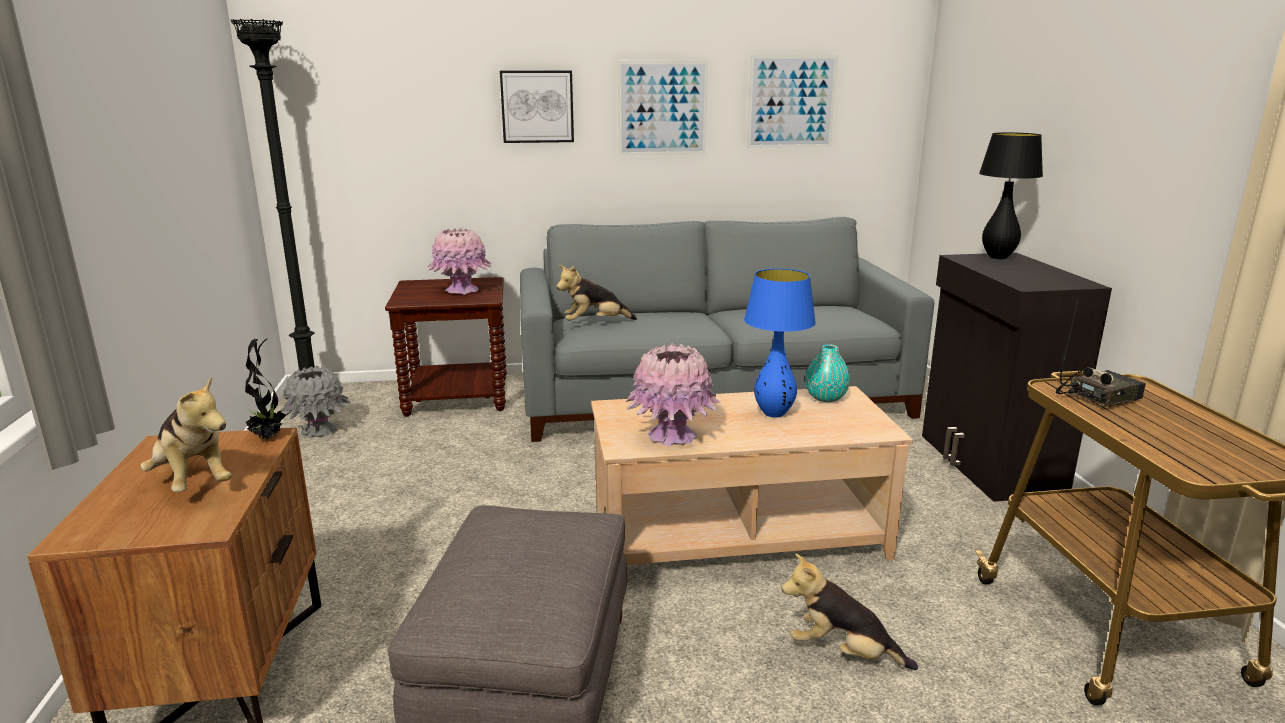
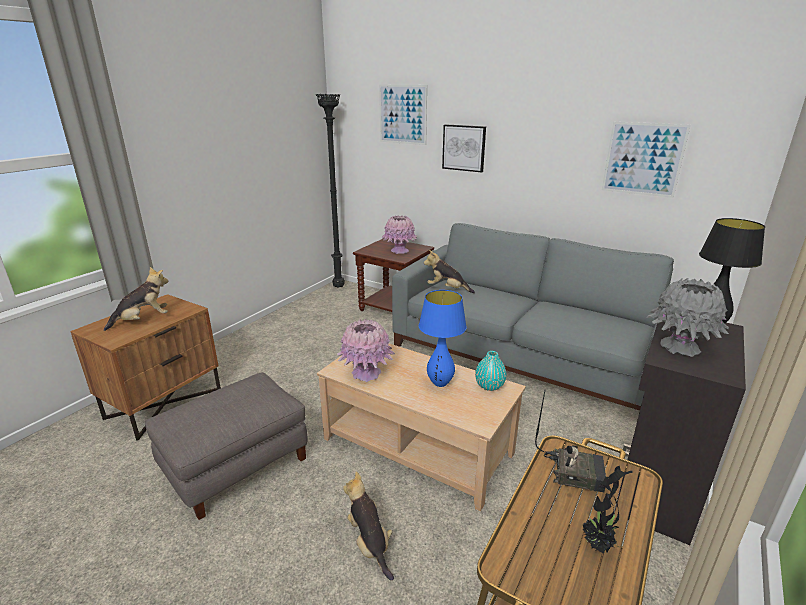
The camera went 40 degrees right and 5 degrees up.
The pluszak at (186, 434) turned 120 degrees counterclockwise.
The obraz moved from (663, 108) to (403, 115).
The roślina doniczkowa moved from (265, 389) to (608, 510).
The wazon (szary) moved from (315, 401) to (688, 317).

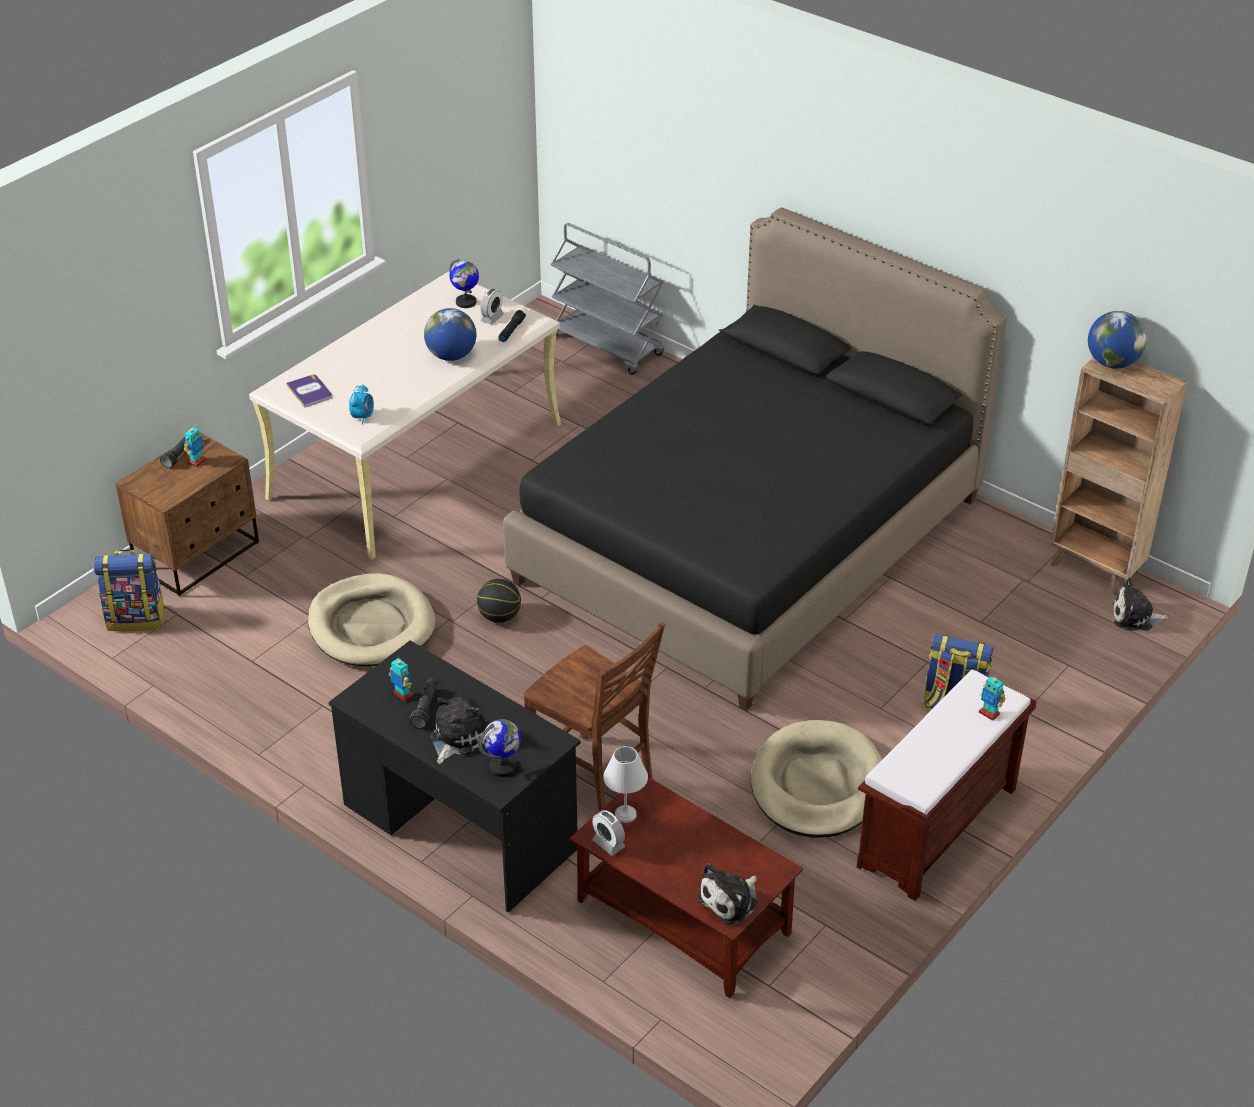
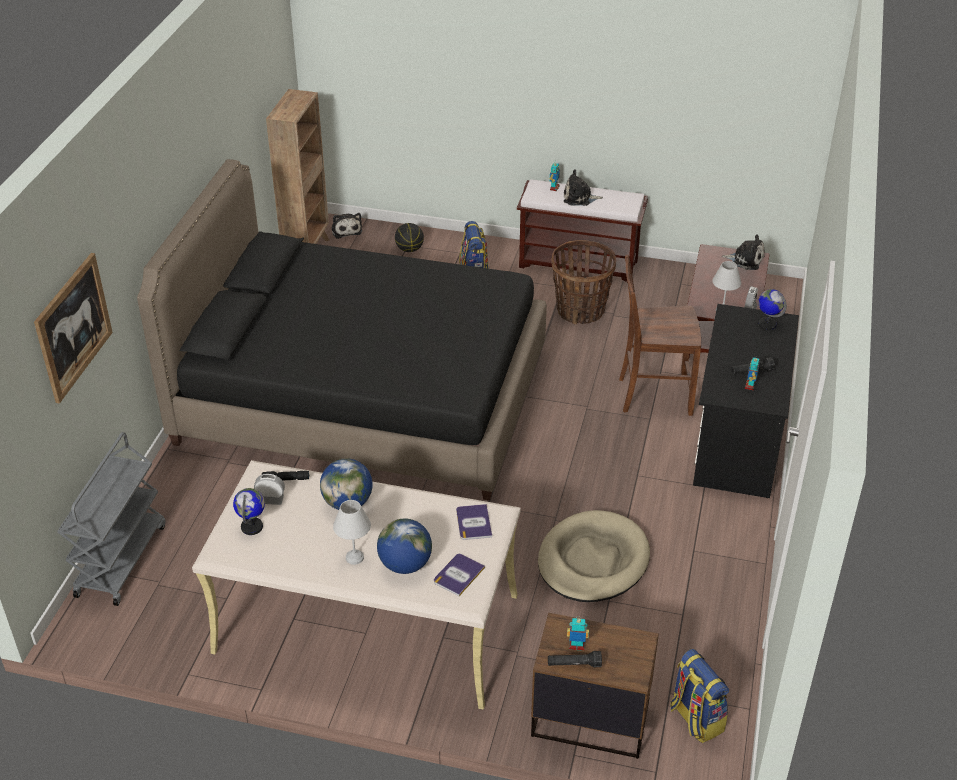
The camera went 115 degrees left and 0 degrees up.
The obraz at (73, 328) appeared.
The lampa stołowa (biały) at (352, 532) appeared.
The globus moved from (1117, 340) to (404, 546).
The piłka do koszykówki moved from (499, 601) to (409, 237).
The budzik at (361, 404) was replaced by the książka at (474, 522).
The legowisko (beżowy) at (816, 779) was replaced by the koszyk at (583, 282).
The pluszak moved from (458, 730) to (583, 187).
The krzesło (brązowy) at (594, 716) turned 105 degrees counterclockwise.

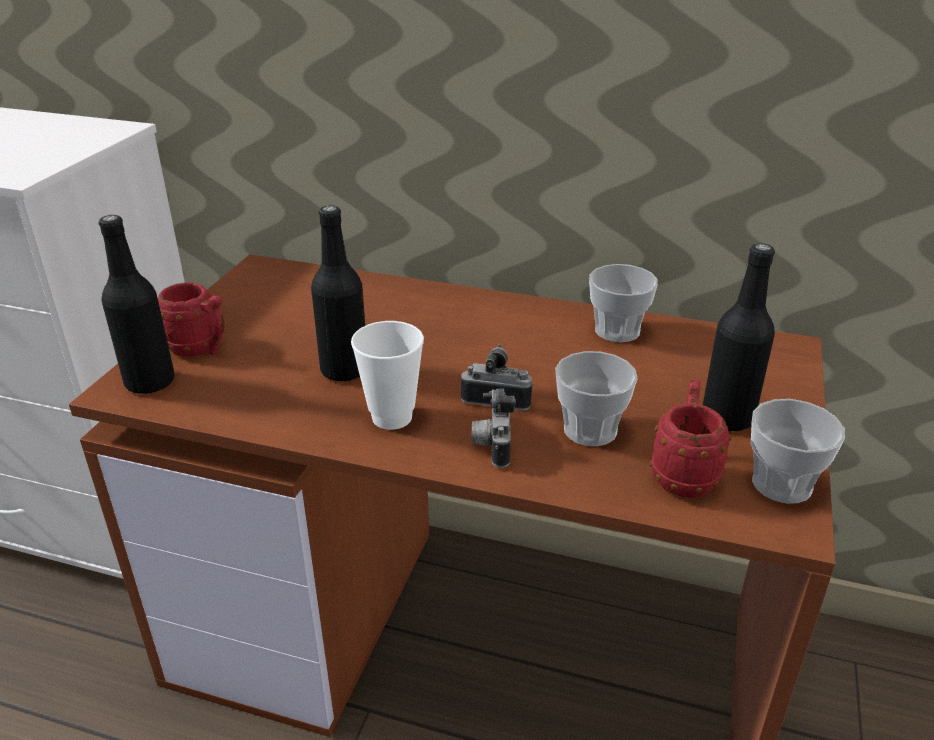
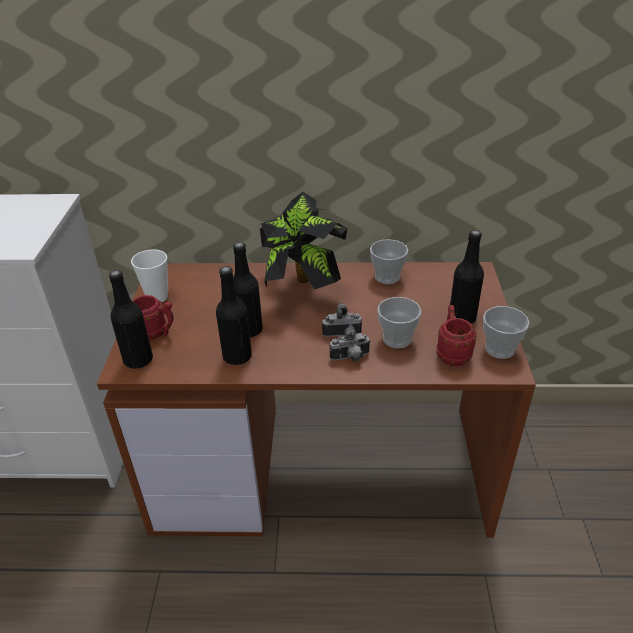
The camera went 15 degrees left and 5 degrees up.
The filiżanka moved from (387, 375) to (149, 275).
The butelka (czarny) at (234, 315) appeared.
The roślina doniczkowa at (303, 241) appeared.
The aparat fotograficzny at (493, 428) turned 90 degrees counterclockwise.

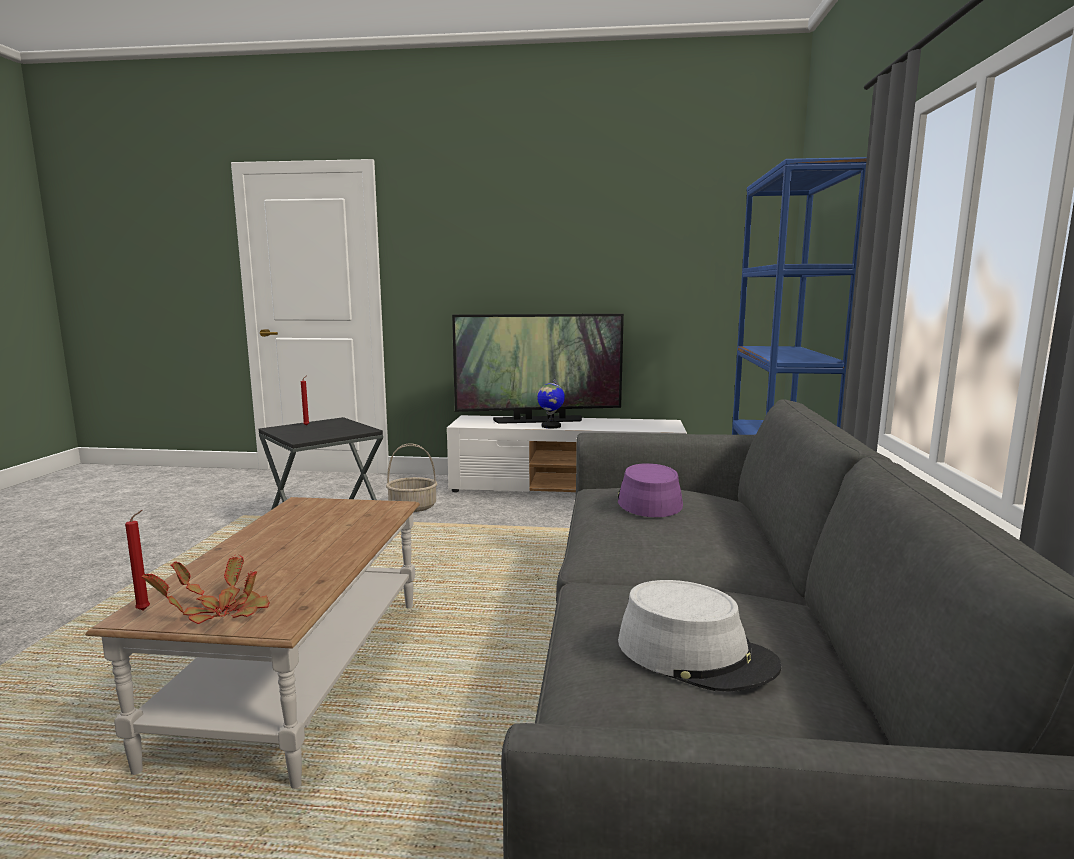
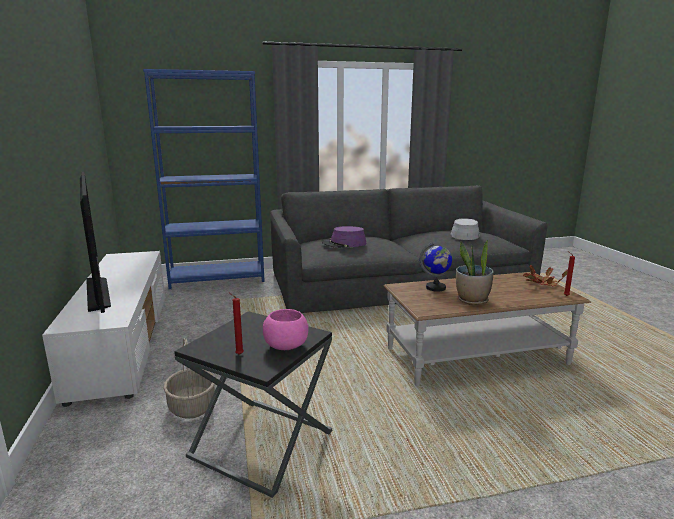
The camera went 110 degrees left and 5 degrees up.
The miska (różowy) at (286, 329) appeared.
The globus moved from (551, 404) to (435, 267).
The roślina doniczkowa at (474, 272) appeared.

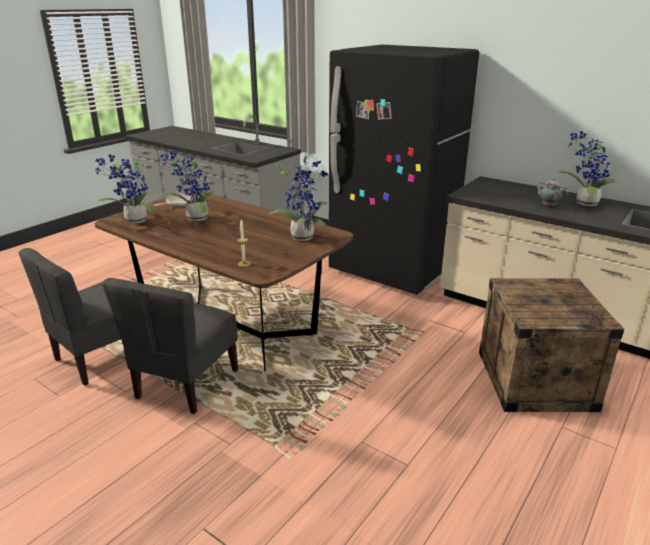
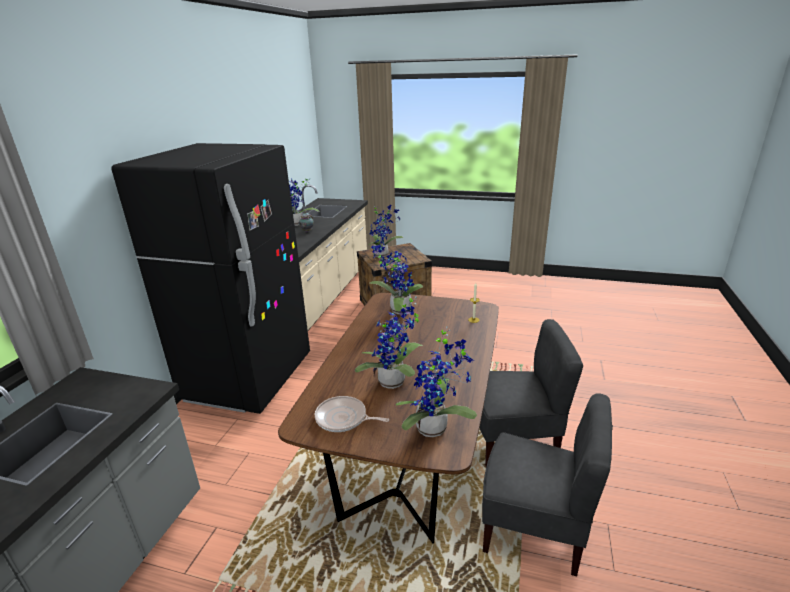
The camera went 110 degrees left and 0 degrees up.
The roślina doniczkowa at (385, 231) appeared.

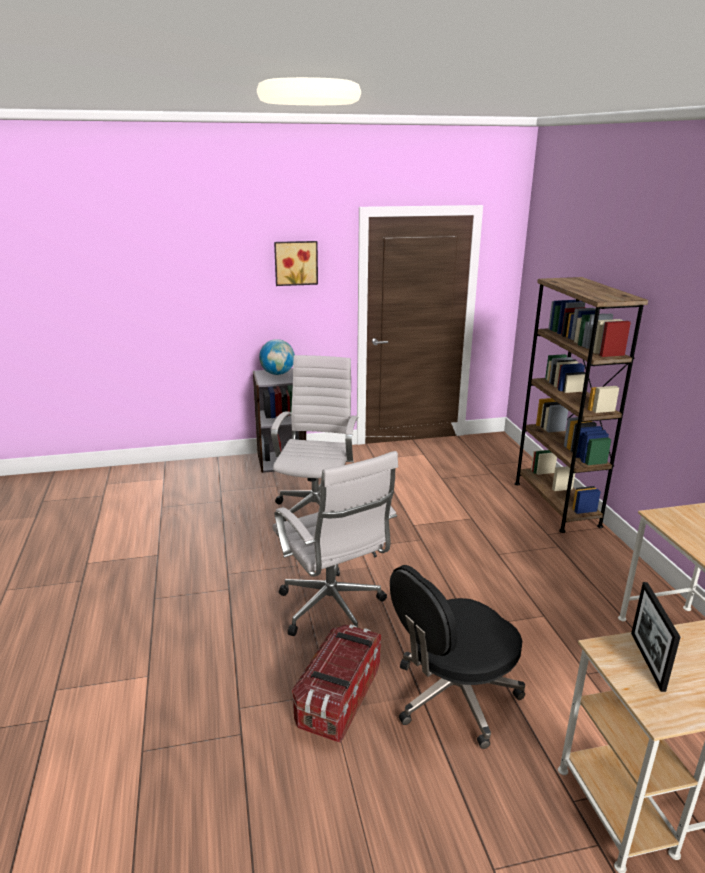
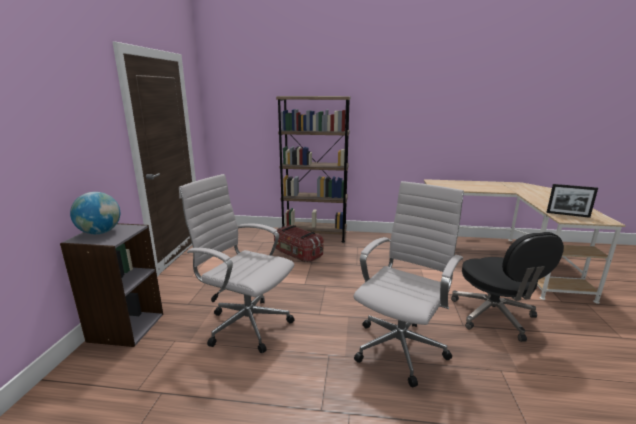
The camera went 70 degrees left and 5 degrees down.
The pojemnik do przechowywania moved from (336, 683) to (298, 243).
The krzesło biurowe (biały) at (335, 543) turned 45 degrees counterclockwise.
The obraz at (296, 263) disappeared.

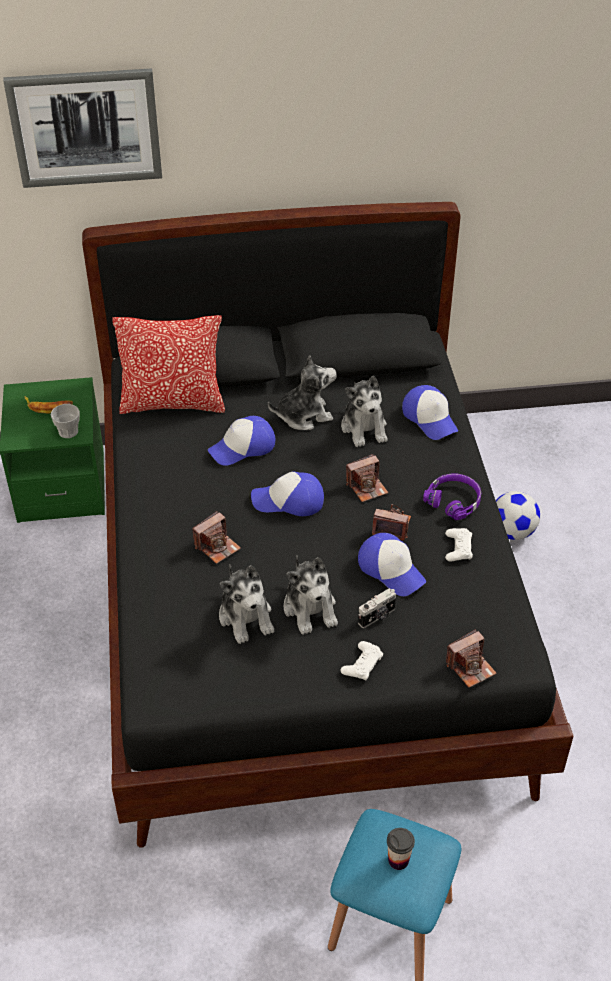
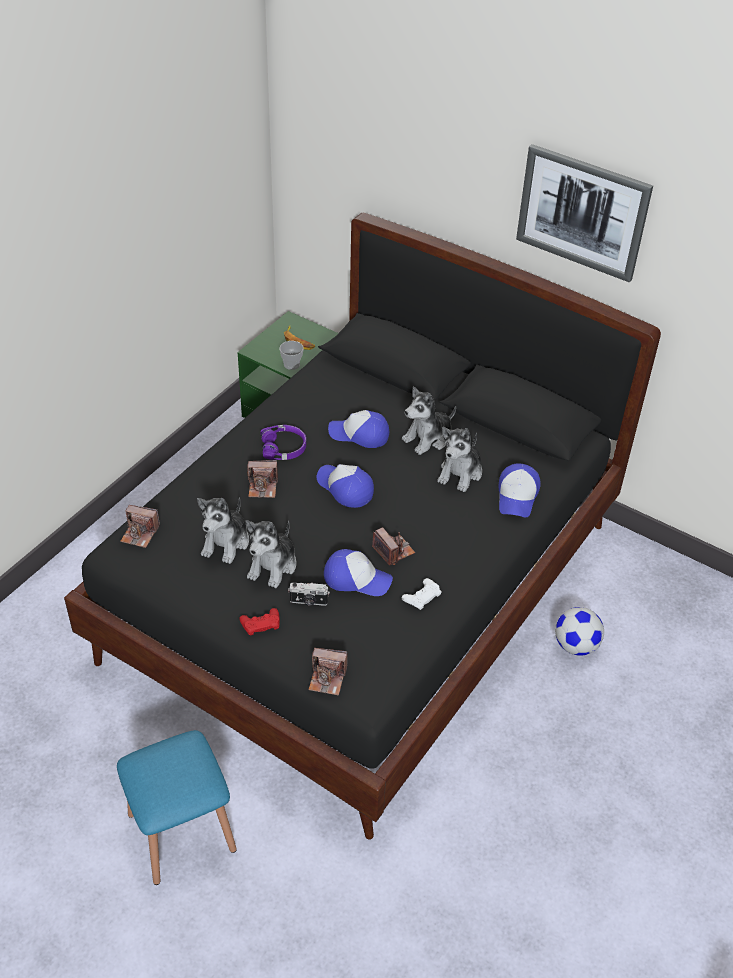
The camera went 40 degrees right and 0 degrees up.
The aparat fotograficzny moved from (367, 478) to (140, 526).
The pad do gier (biały) at (362, 660) became the pad do gier (czerwony) at (259, 621).
The słuchawki (fioletowy) moved from (452, 497) to (283, 442).
The czapka z daszkiem at (392, 564) turned 75 degrees counterclockwise.
The pluszak at (302, 393) turned 120 degrees clockwise.
The obraz moved from (82, 128) to (584, 213).
The poduszka at (168, 364) disappeared.
The filiżanka at (401, 849) disappeared.

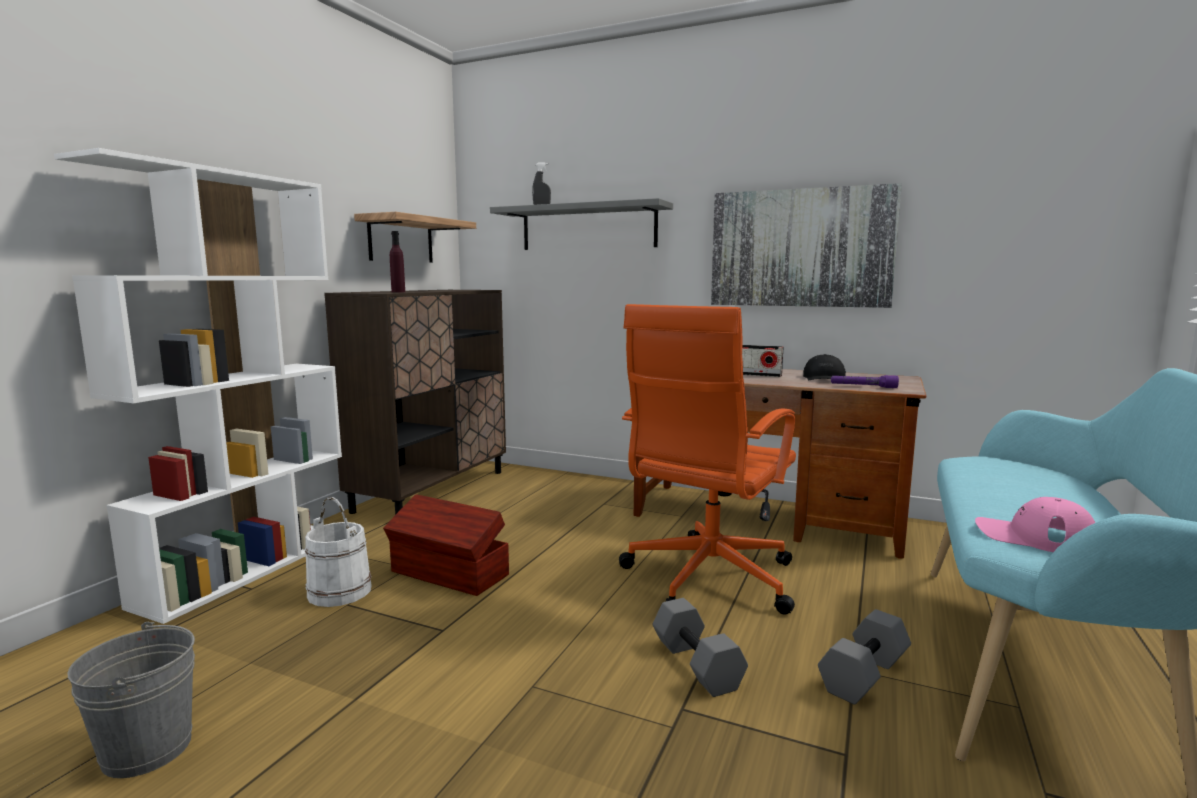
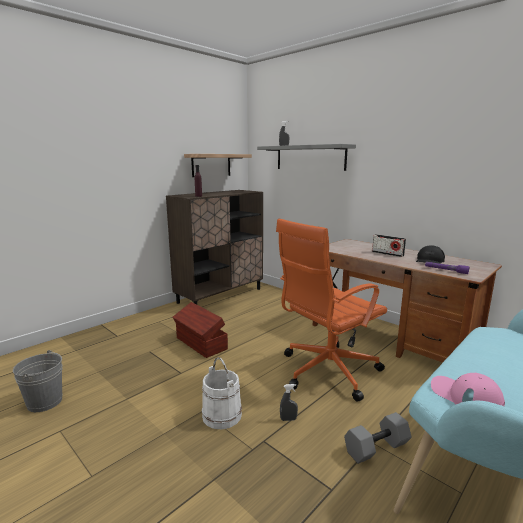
The camera went 20 degrees right and 5 degrees up.
The wiadro (biały) moved from (338, 552) to (222, 393).
The hantel (szary) at (700, 647) was replaced by the spryskiwacz (szary) at (289, 402).
The regał (biały) at (198, 386) disappeared.
The obraz at (806, 245) disappeared.

